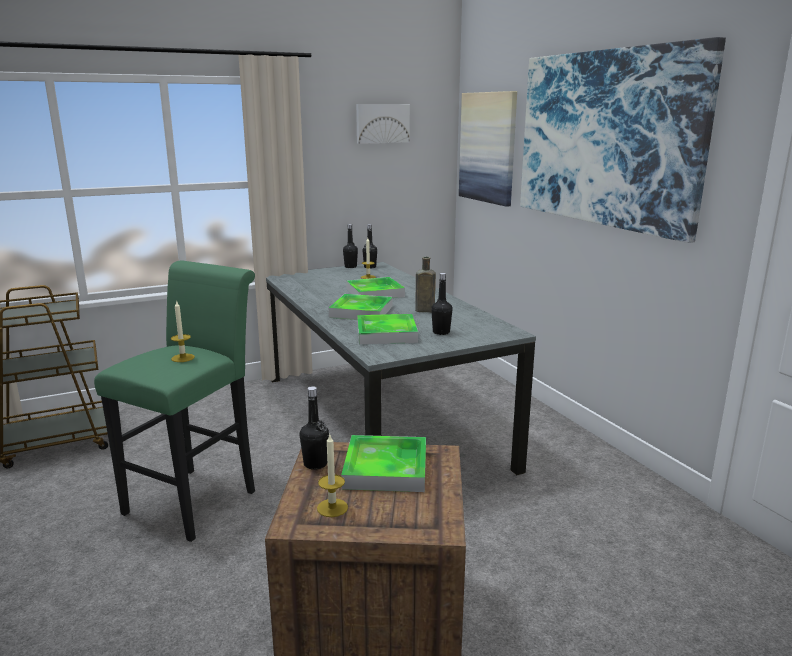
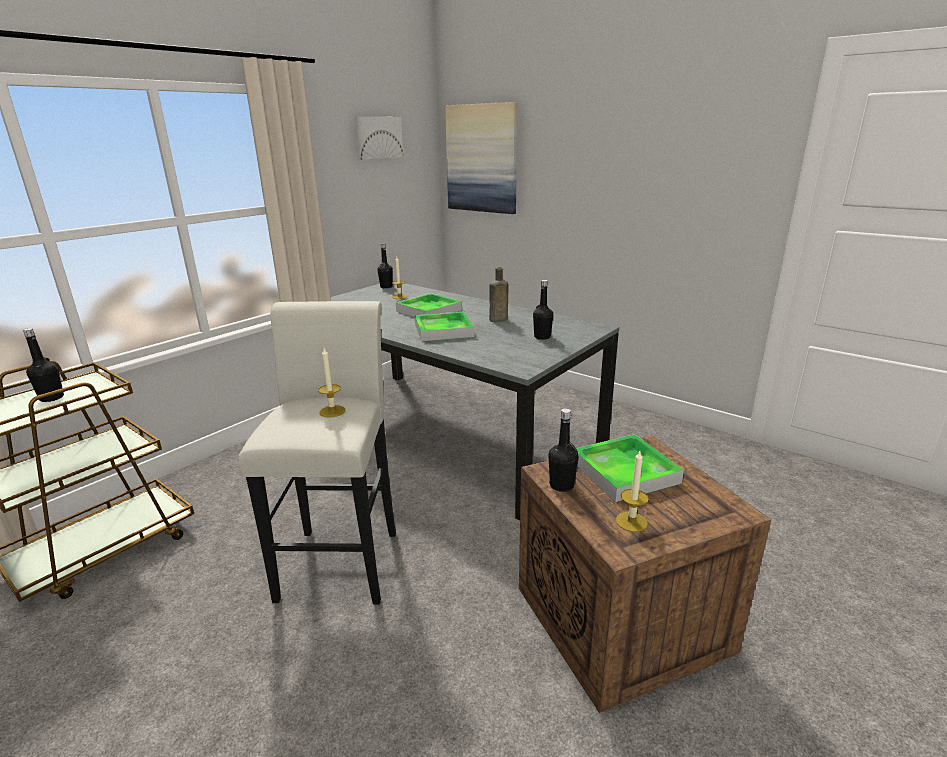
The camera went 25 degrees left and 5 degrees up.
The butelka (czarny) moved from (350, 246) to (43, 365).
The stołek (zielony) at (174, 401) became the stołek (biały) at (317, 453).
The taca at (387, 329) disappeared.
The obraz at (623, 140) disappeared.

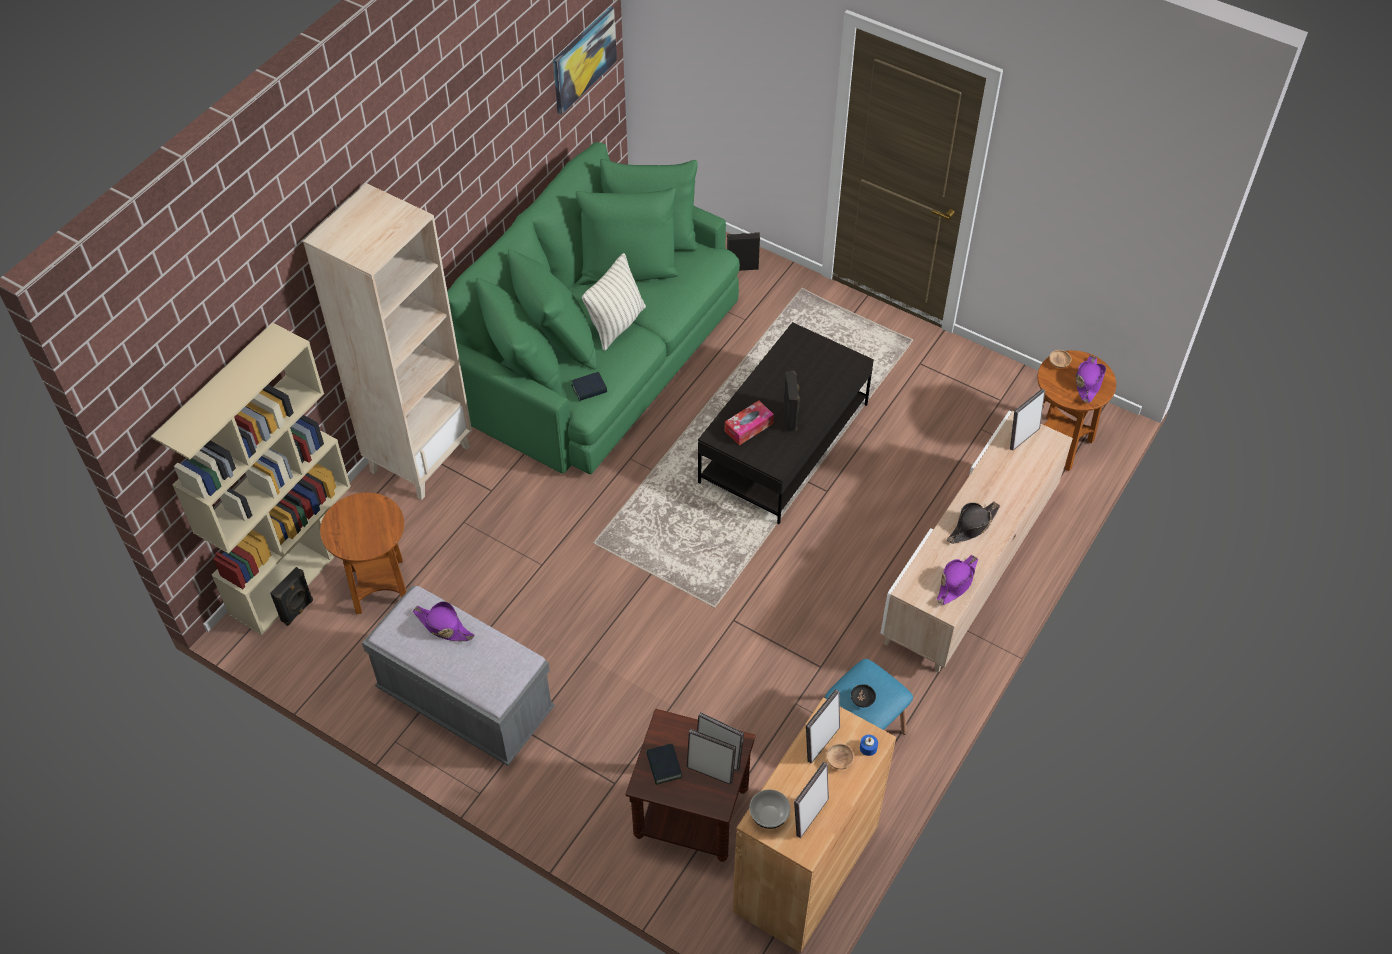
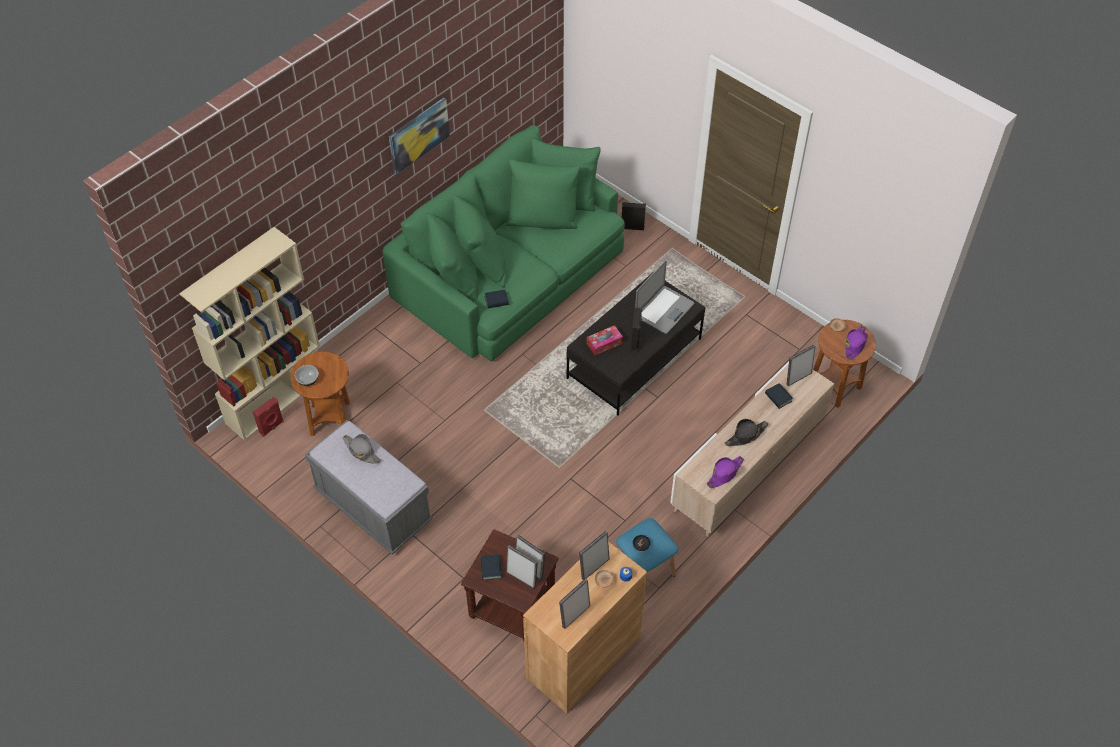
The camera went 10 degrees right and 0 degrees up.
The głośnik (czarny) at (291, 596) became the głośnik (czerwony) at (268, 416).
The miska moved from (769, 809) to (307, 375).
The kapelusz (fioletowy) at (444, 621) became the kapelusz (szary) at (362, 449).
The obraz moved from (585, 61) to (419, 136).
The laptop at (664, 297) appeared.
The książka at (779, 396) appeared.
The regał (beżowy) at (387, 341) disappeared.
The poduszka at (614, 302) disappeared.

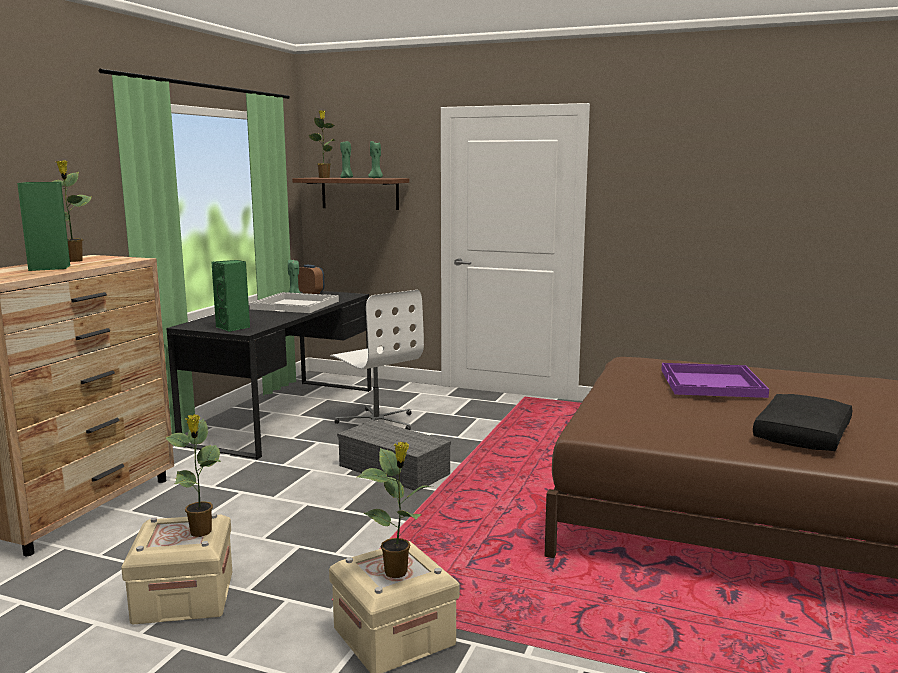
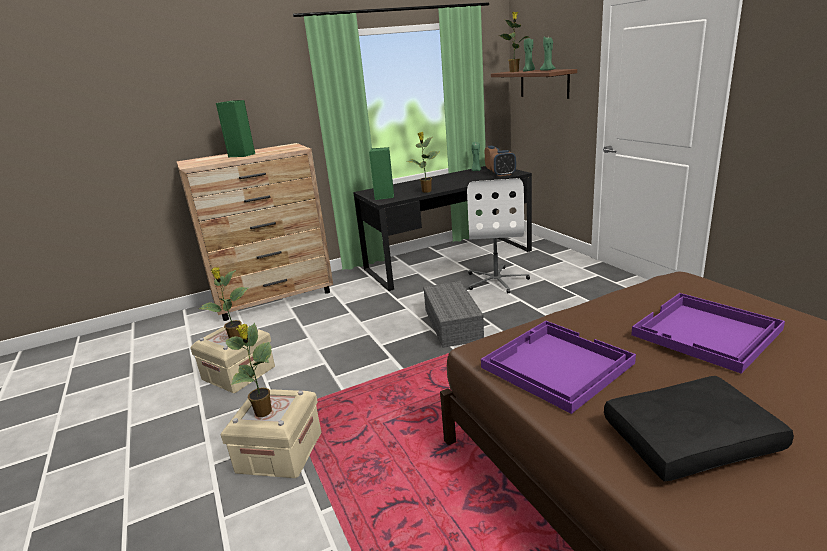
The camera went 45 degrees right and 10 degrees up.
The roślina doniczkowa moved from (72, 211) to (423, 162).
The taca (fioletowy) at (558, 367) appeared.
The budzik at (503, 163) appeared.
The taca (biały) at (294, 302) disappeared.

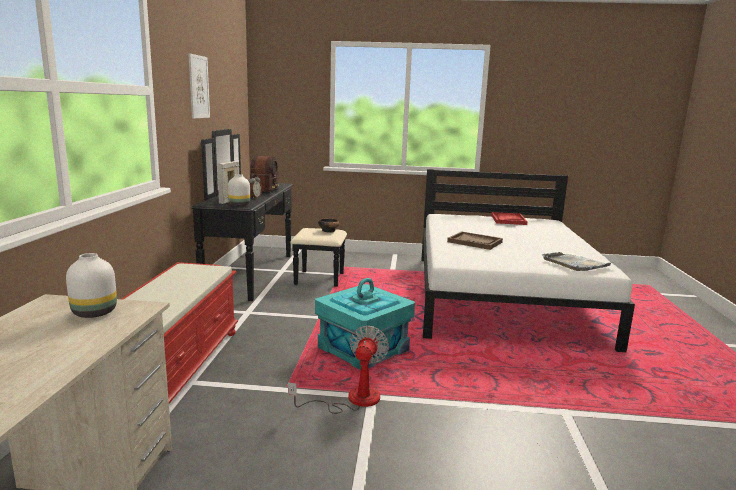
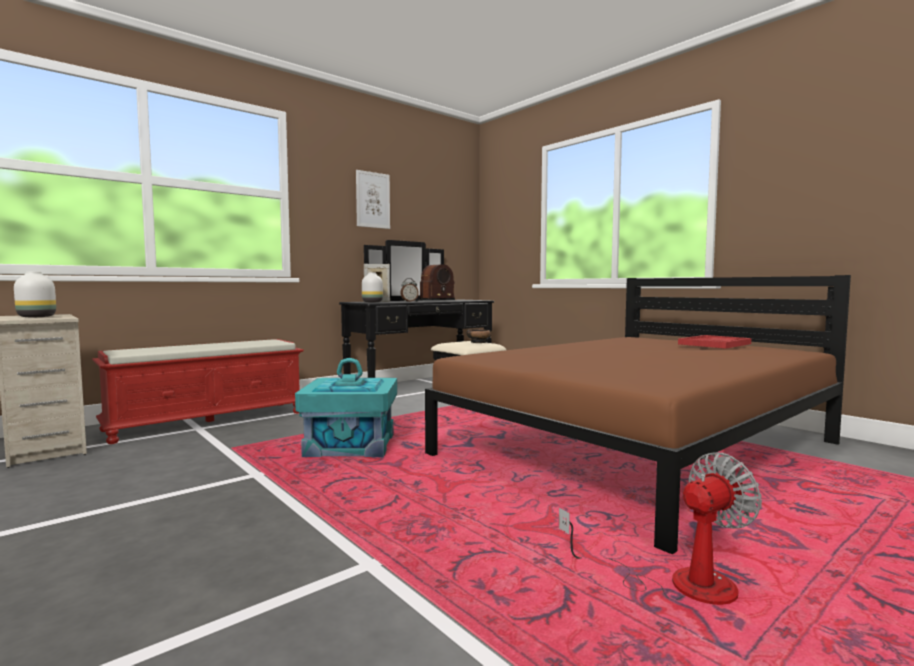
The camera went 45 degrees right and 10 degrees down.
The łóżko (biały) at (528, 260) became the łóżko (brązowy) at (638, 414).
The wentylator moved from (338, 370) to (660, 529).
The taca (brązowy) at (475, 240) disappeared.
The taca (szary) at (576, 261) disappeared.

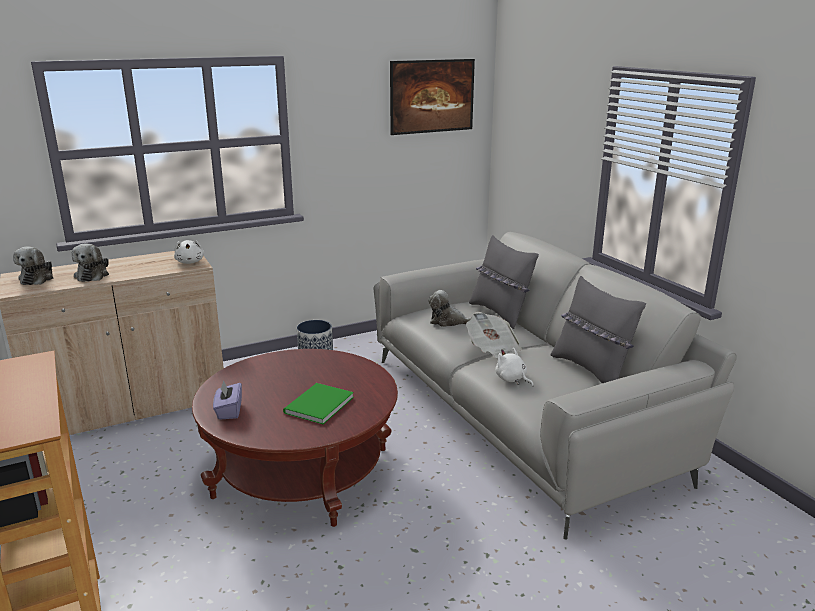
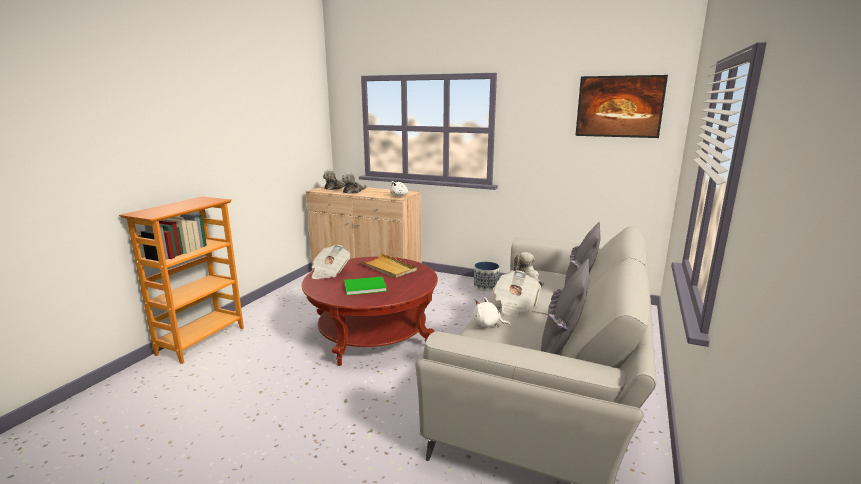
The camera went 50 degrees right and 5 degrees down.
The pudełko chusteczek (fioletowy) at (227, 400) was replaced by the gazeta at (331, 262).
The taca (beżowy) at (387, 265) appeared.
The pluszak (biały) at (514, 367) turned 75 degrees counterclockwise.

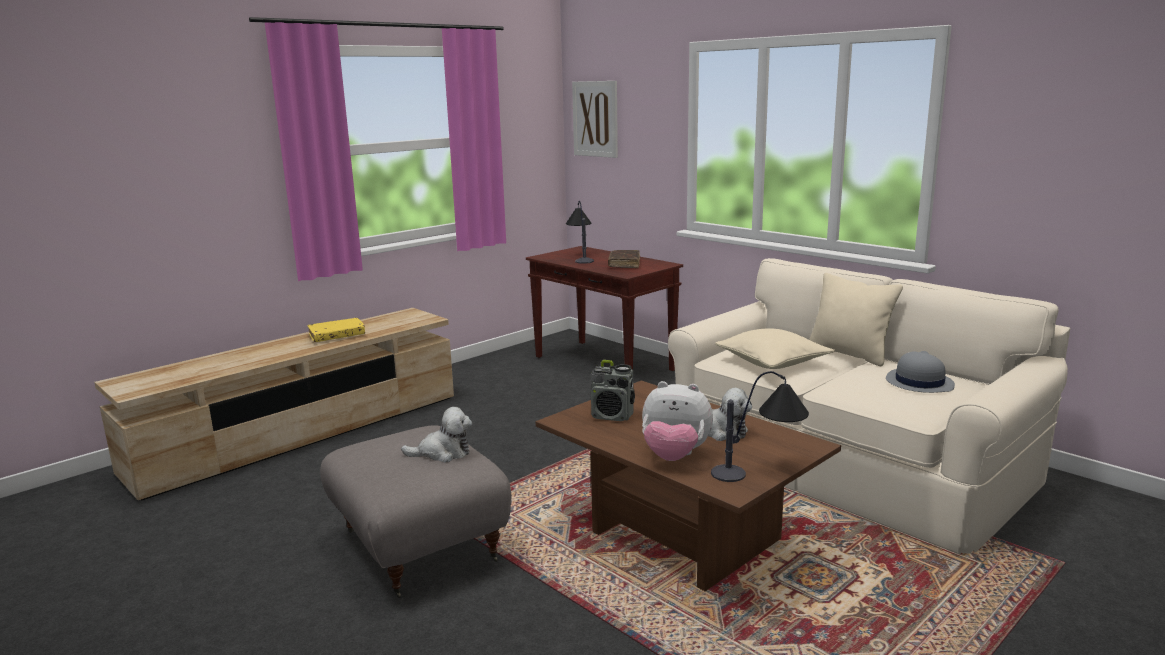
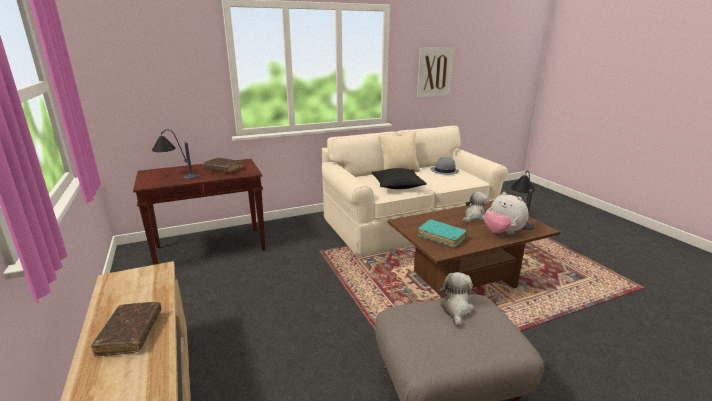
The camera went 70 degrees left and 5 degrees up.
The książka (żółty) at (336, 330) became the książka (brązowy) at (126, 329).
The poduszka (beżowy) at (775, 348) became the poduszka (czarny) at (399, 178).
The obraz moved from (595, 119) to (435, 73).
The radio at (613, 390) was replaced by the książka (turkusowy) at (442, 233).
The pluszak at (677, 421) turned 105 degrees clockwise.

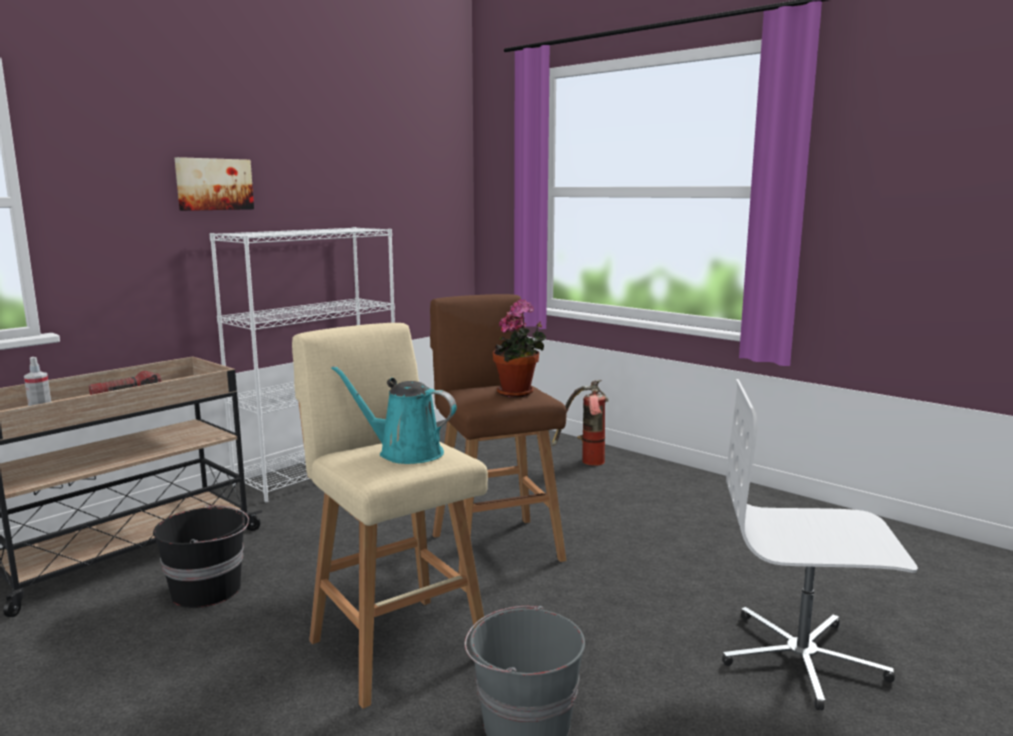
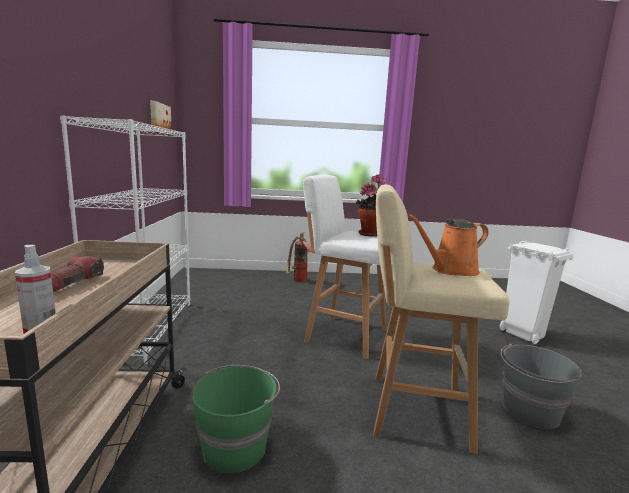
The camera went 45 degrees left and 0 degrees up.
The obraz moved from (214, 184) to (161, 118).
The wiadro (czarny) at (201, 556) became the wiadro (zielony) at (235, 419).
The stołek (brązowy) at (498, 434) became the stołek (biały) at (345, 267).
The konewka (turkusowy) at (394, 415) became the konewka (pomarańczowy) at (447, 245).
The krzesło biurowe (biały) at (820, 545) was replaced by the kosz na śmieci (biały) at (536, 292).

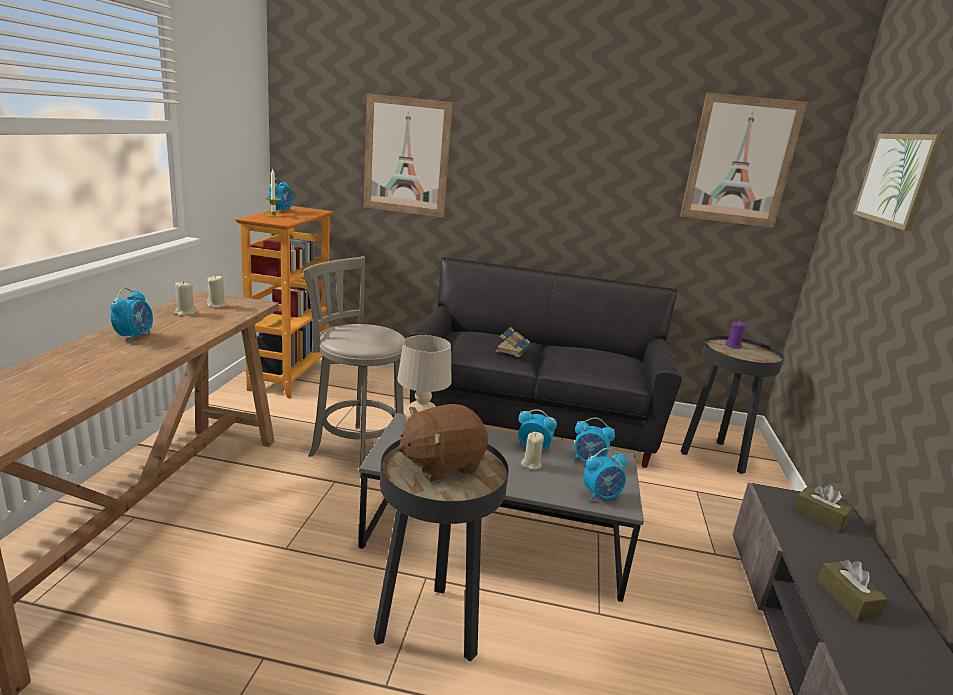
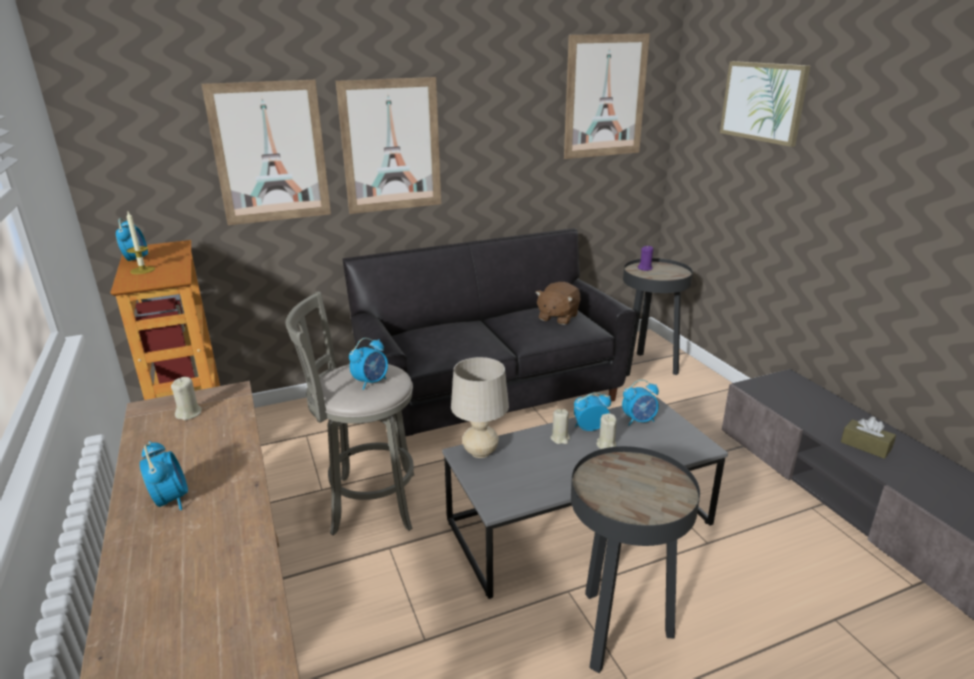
The camera went 30 degrees left and 5 degrees up.
The obraz at (388, 145) appeared.
The budzik moved from (605, 475) to (368, 364).
The pluszak (brązowy) moved from (443, 443) to (557, 303).
The świeca (beżowy) moved from (185, 298) to (560, 426).
The książka at (513, 342) disappeared.
The pudełko chusteczek (brązowy) at (823, 508) disappeared.

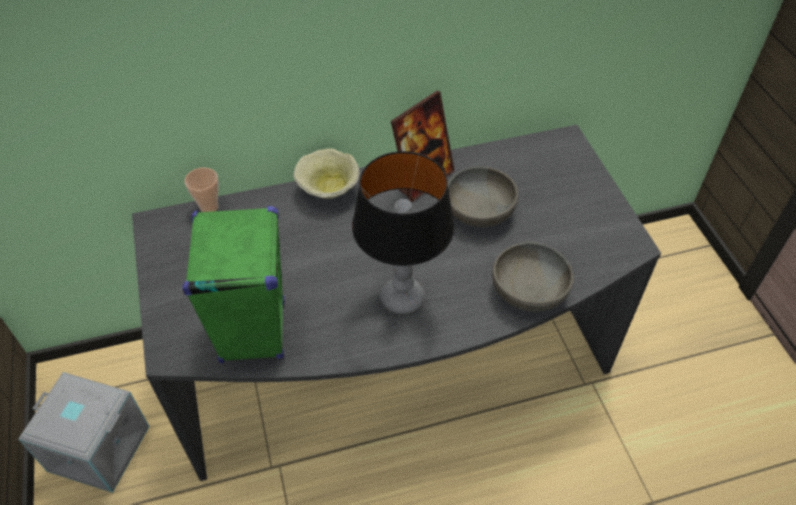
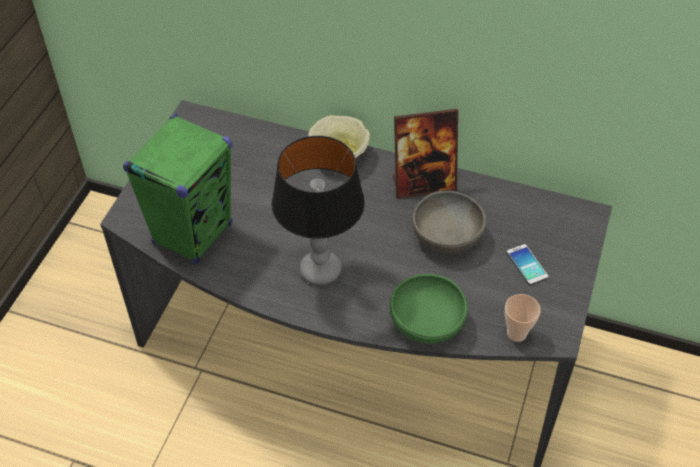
The camera went 35 degrees right and 0 degrees up.
The miska (szary) at (533, 277) became the miska (zielony) at (429, 309).
The filiżanka moved from (202, 190) to (523, 318).
The telefon at (527, 264) appeared.
The pojemnik do przechowywania (szary) at (84, 432) disappeared.

